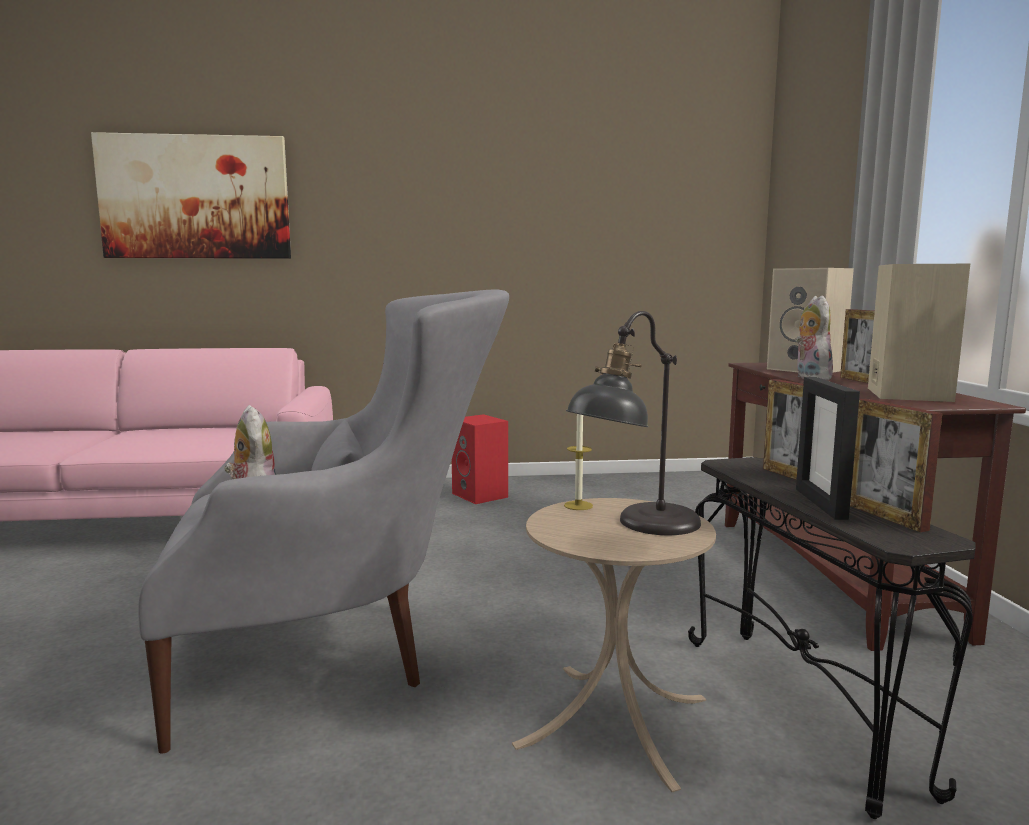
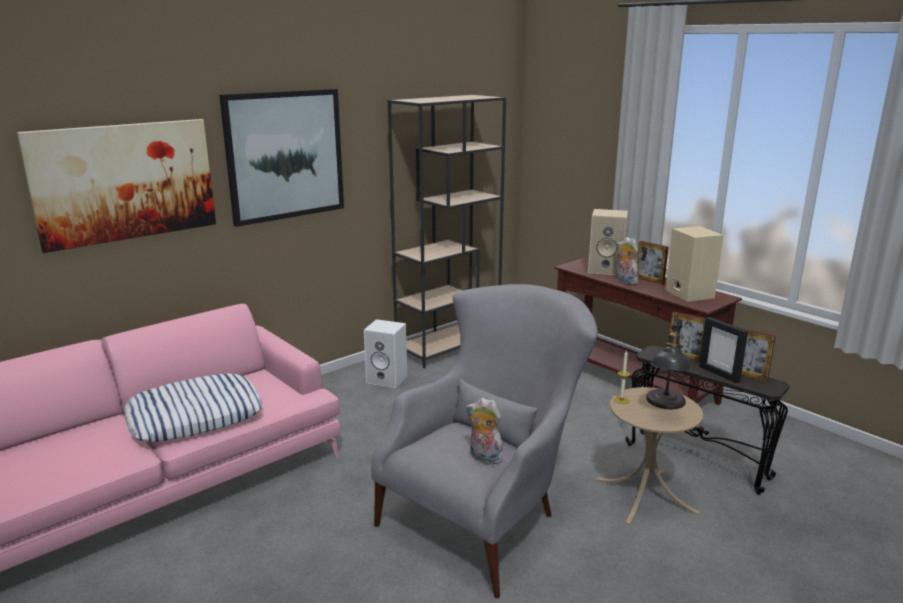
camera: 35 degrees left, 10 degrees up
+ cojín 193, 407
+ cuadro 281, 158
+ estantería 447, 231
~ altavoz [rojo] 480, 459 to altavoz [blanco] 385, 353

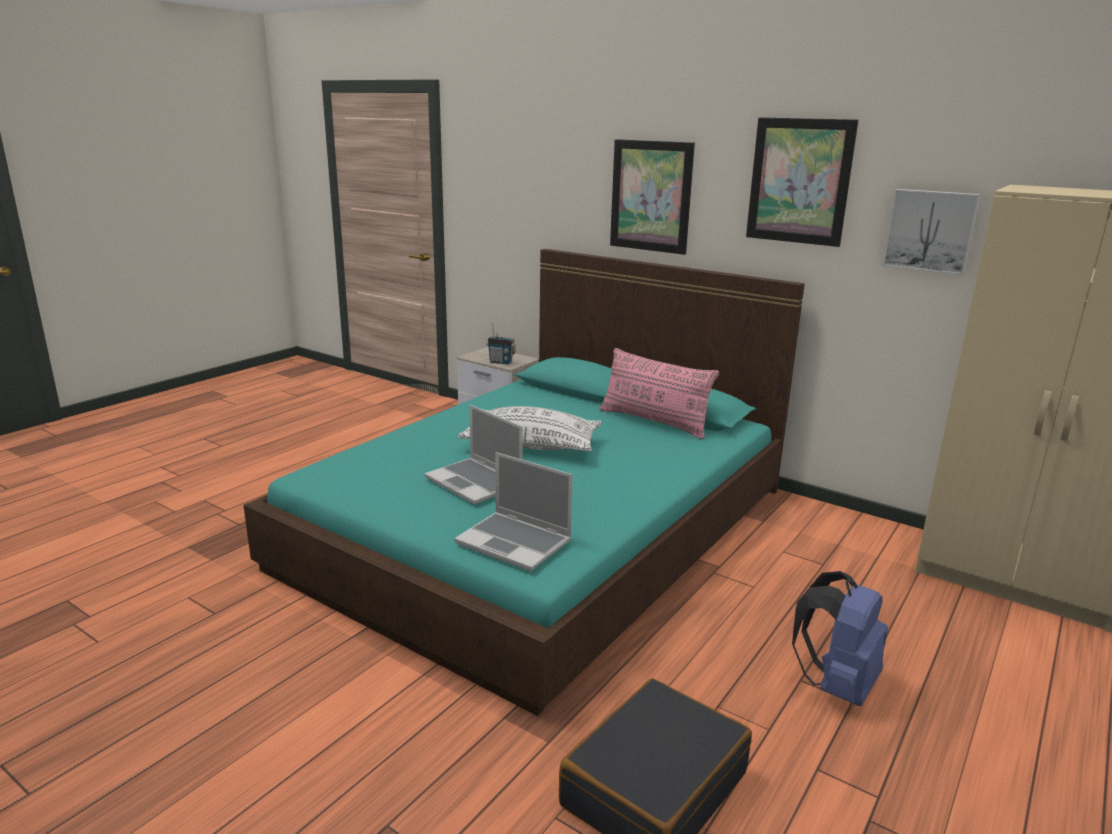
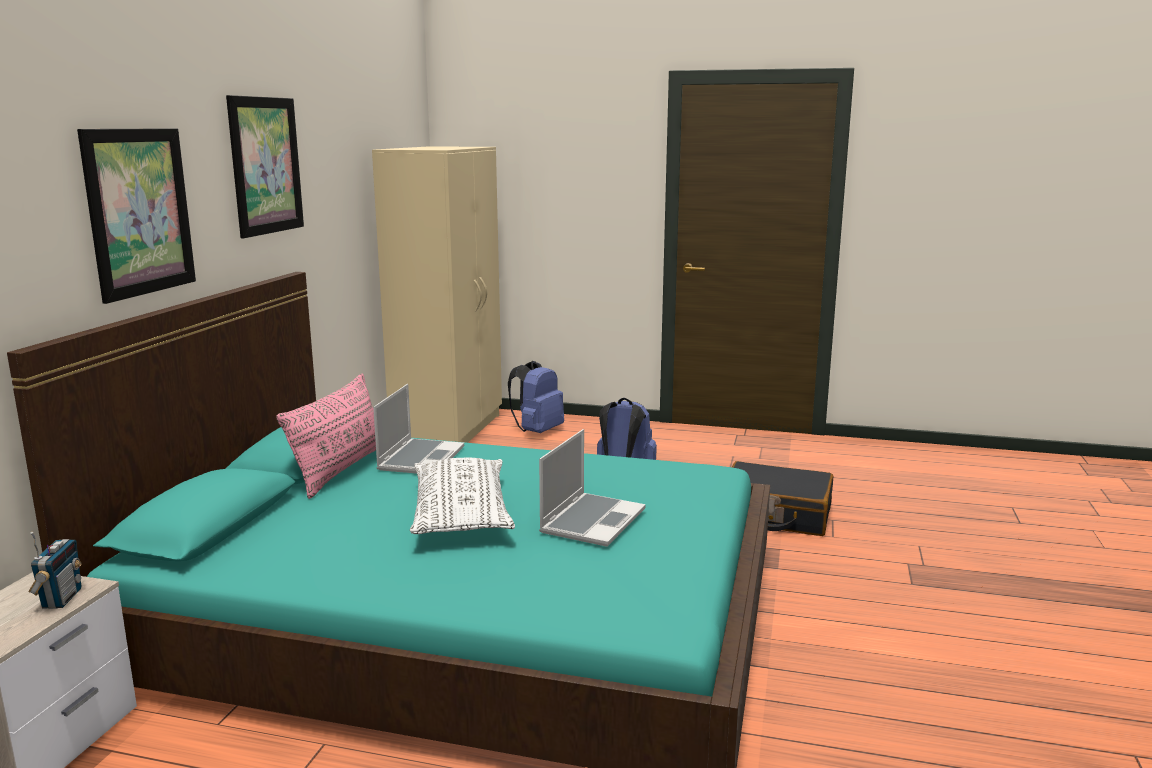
camera: 110 degrees left, 5 degrees down
- cuadro 931, 232
+ mochila [azul] 536, 397
~ portátil 513, 511 to 418, 429

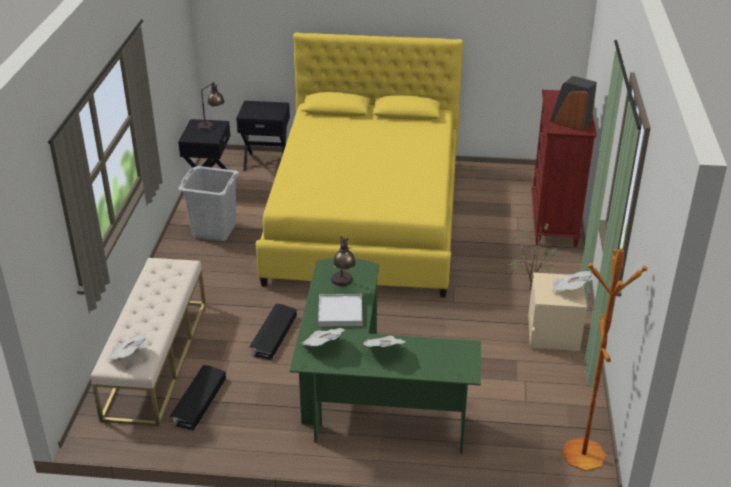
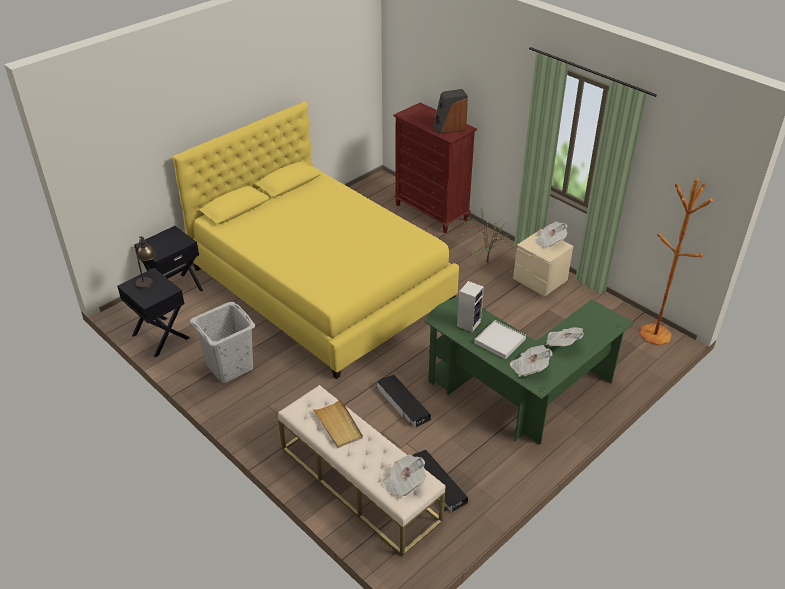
camera: 50 degrees left, 5 degrees up
+ bandeja [beis] 337, 423
~ lámpara de mesa 343, 261 to altavoz 470, 306

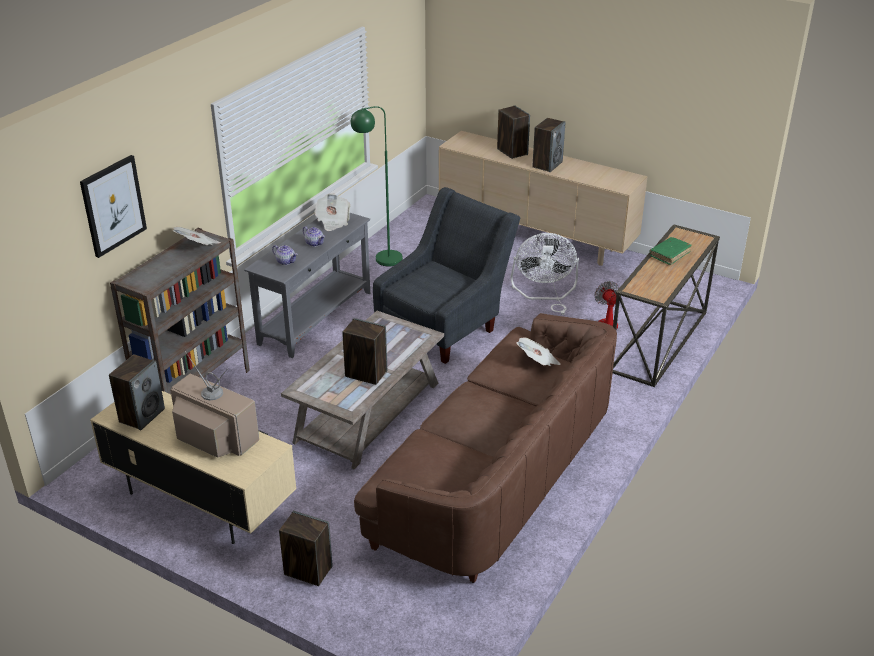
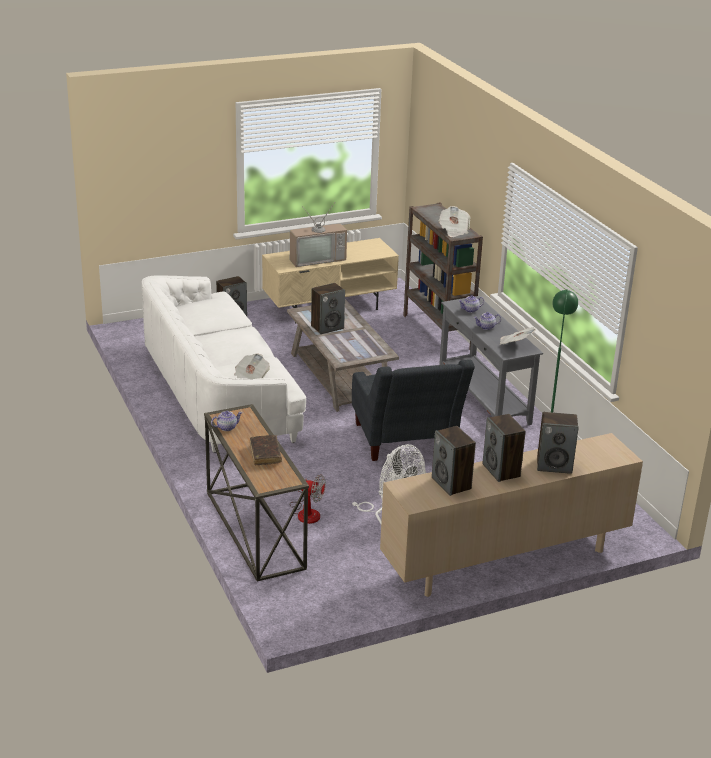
camera: 125 degrees right, 5 degrees down
- cuadro 113, 206
+ tetera 227, 421
~ altavoz 137, 392 to 454, 461
~ sofá [marrón] 485, 448 to sofá [blanco] 224, 364
~ libro [verde] 670, 251 to libro [marrón] 266, 450

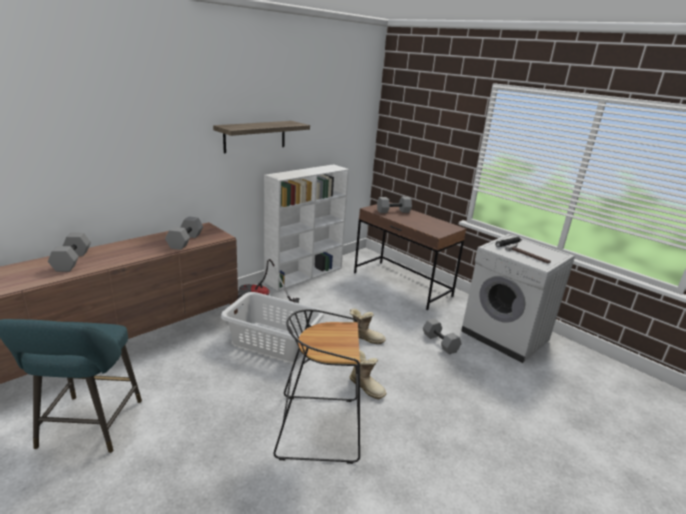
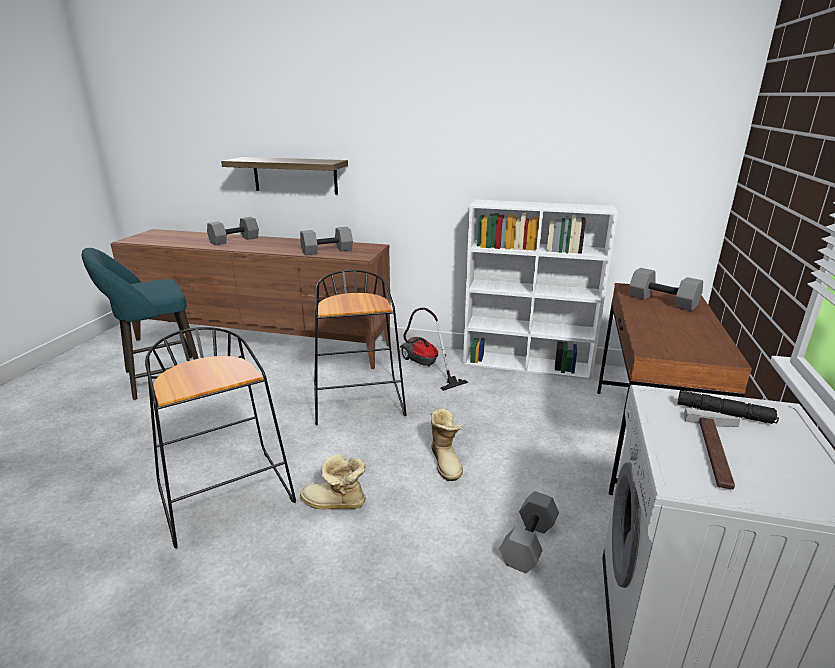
camera: 60 degrees right, 0 degrees up
~ estante 261, 137 to 284, 176
~ cesto de la ropa [gris] 272, 327 to taburete [negro] 360, 348
~ bota 368, 375 = 333, 481 90 degrees clockwise

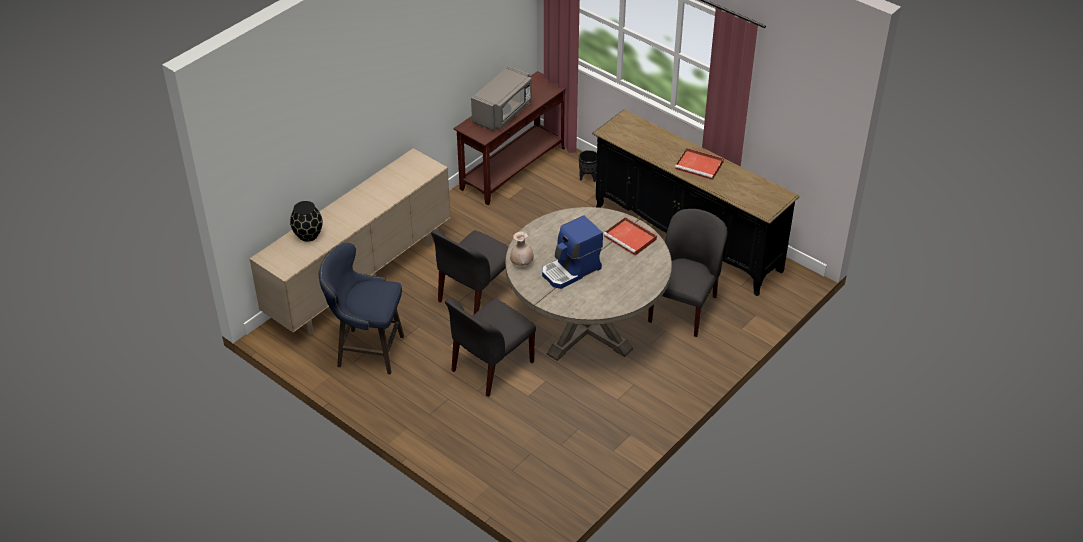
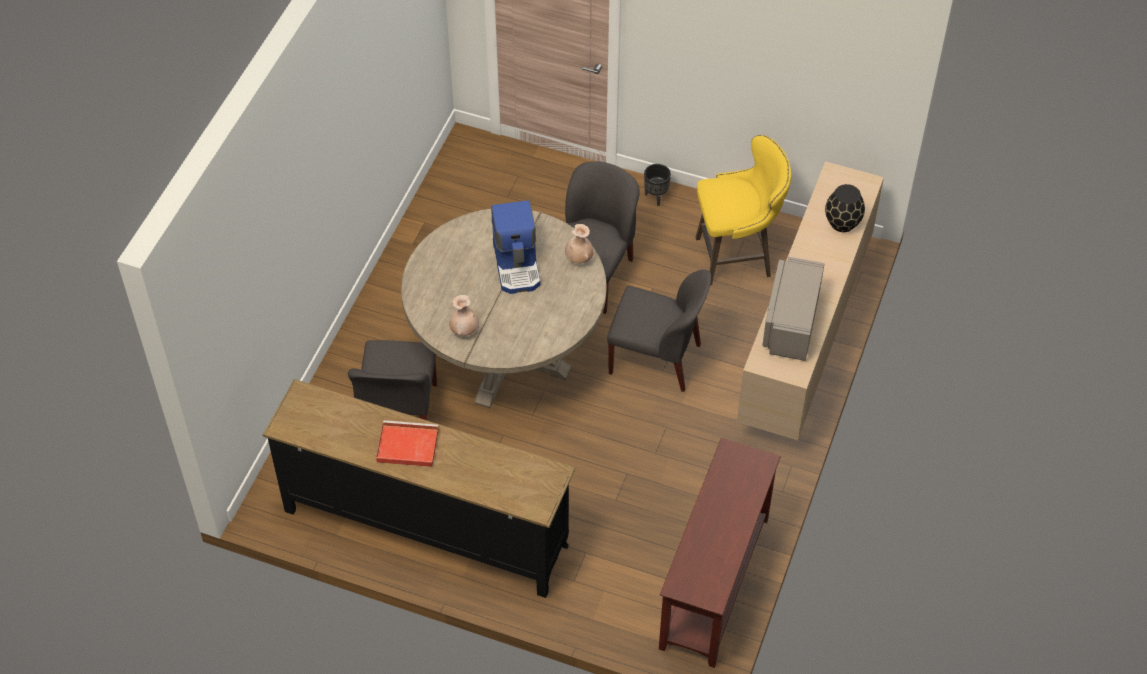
camera: 160 degrees right, 10 degrees up
~ microondas [gris] 501, 98 to 793, 309
~ maceta [negro] 588, 166 to 657, 185
~ bandeja [rojo] 630, 236 to florero [beis] 464, 315
~ taburete [azul] 361, 308 to taburete [amarillo] 744, 210
~ silla [gris] 471, 272 = 659, 330 90 degrees clockwise
~ cafetera 572, 252 = 515, 247 135 degrees clockwise

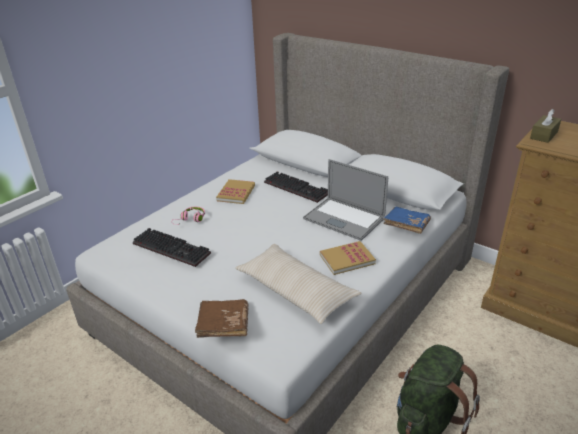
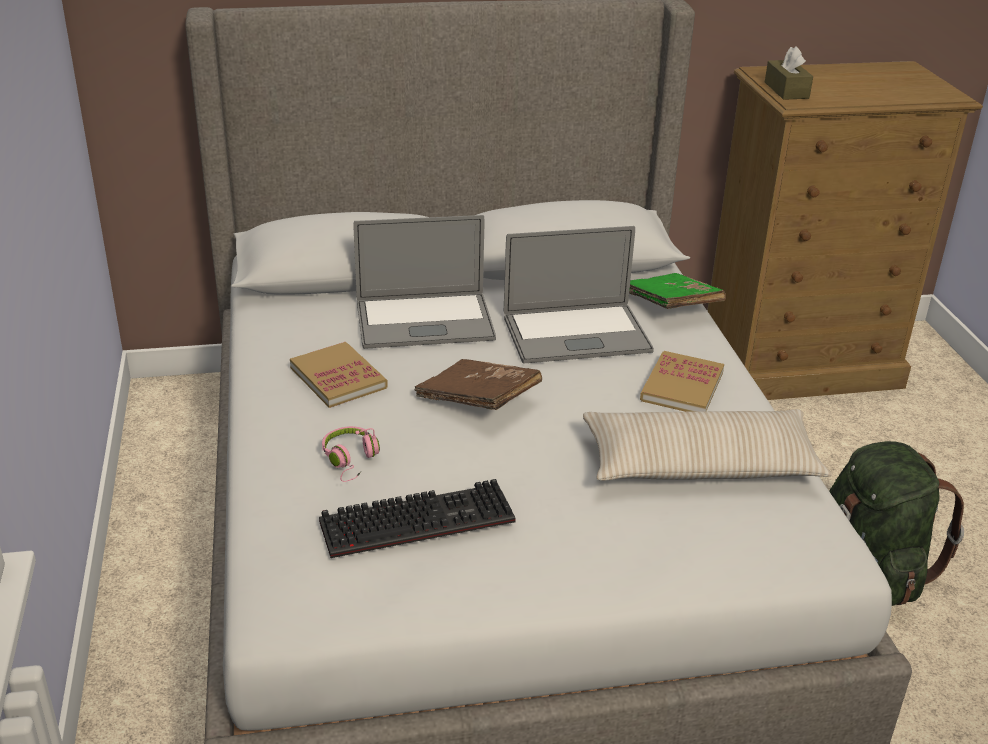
camera: 50 degrees left, 0 degrees up
~ libro [marrón] 222, 318 to 478, 384
~ teclado 296, 187 to portátil 424, 282
~ libro [azul] 407, 220 to libro [verde] 677, 291

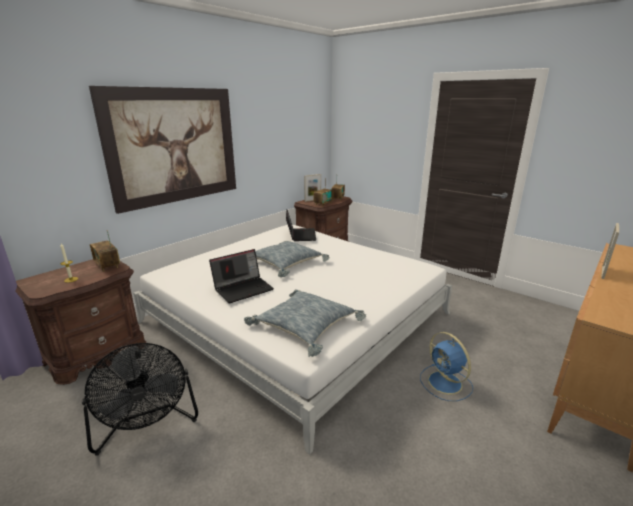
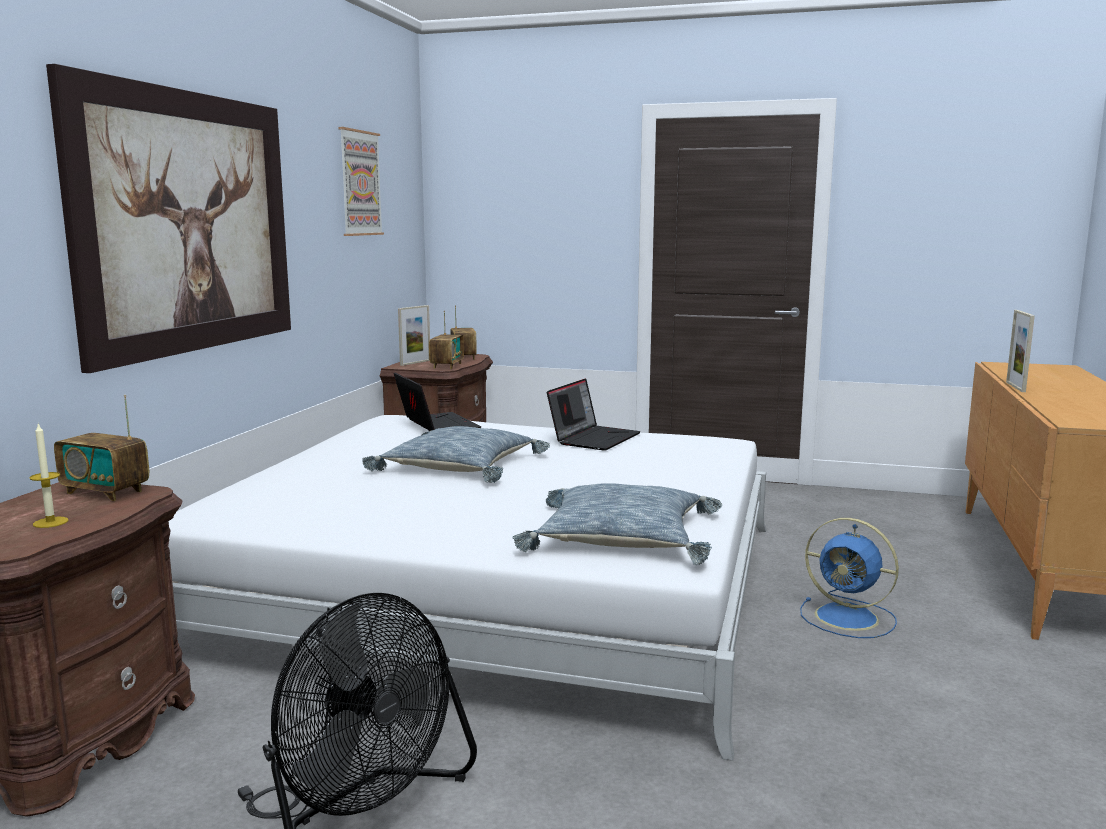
camera: 25 degrees left, 10 degrees down
+ cuadro 361, 181
~ portátil 241, 276 to 594, 414

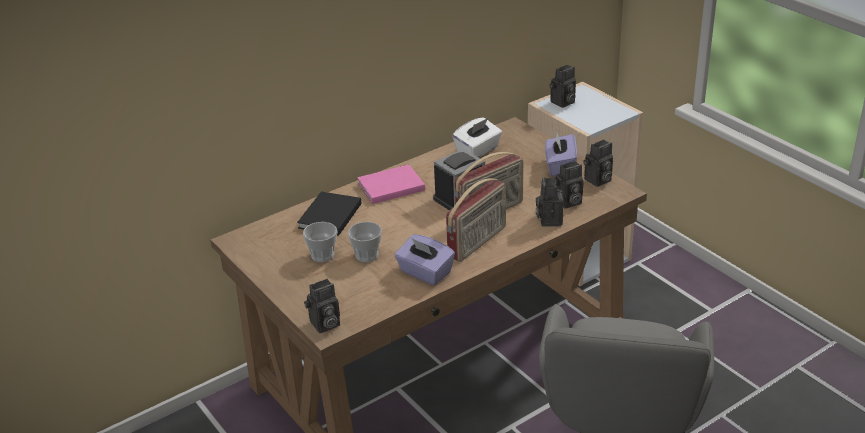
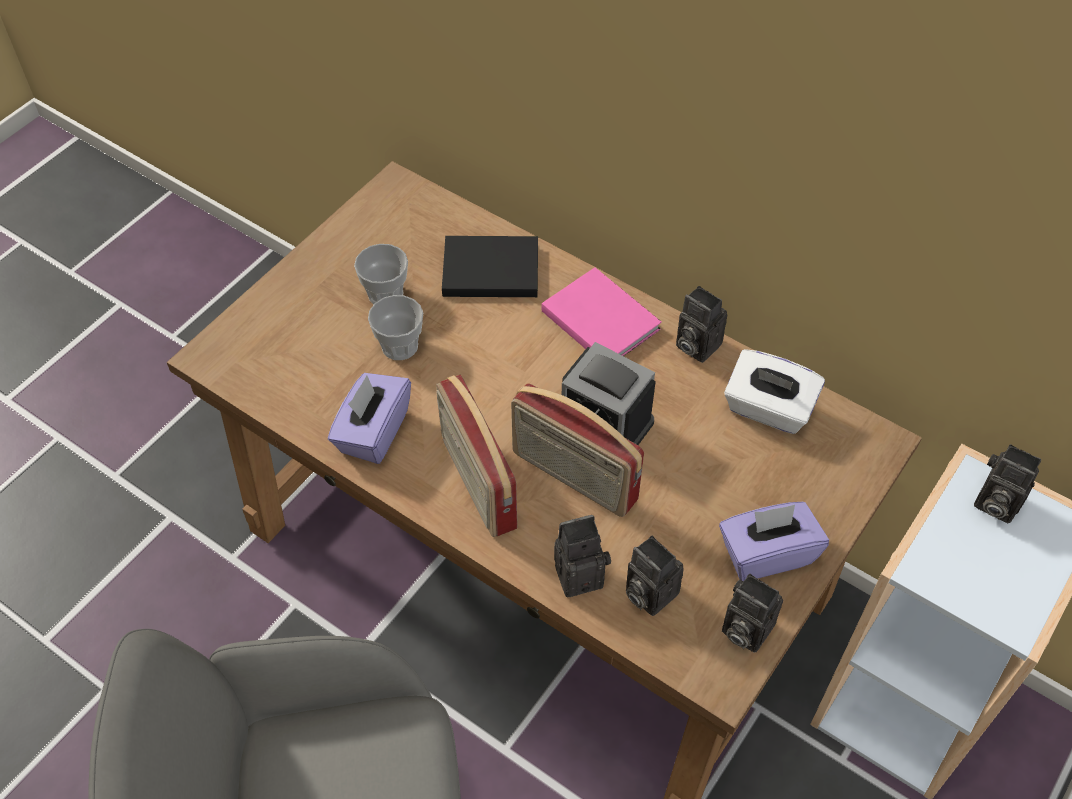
camera: 70 degrees right, 20 degrees up
~ cámara 322, 306 to 701, 324
~ radio 476, 220 = 476, 456 45 degrees clockwise

